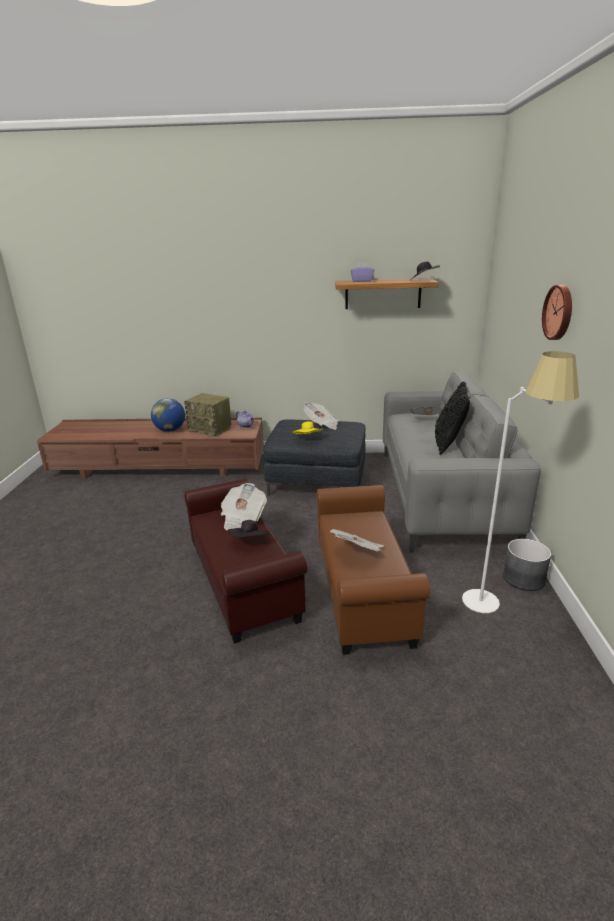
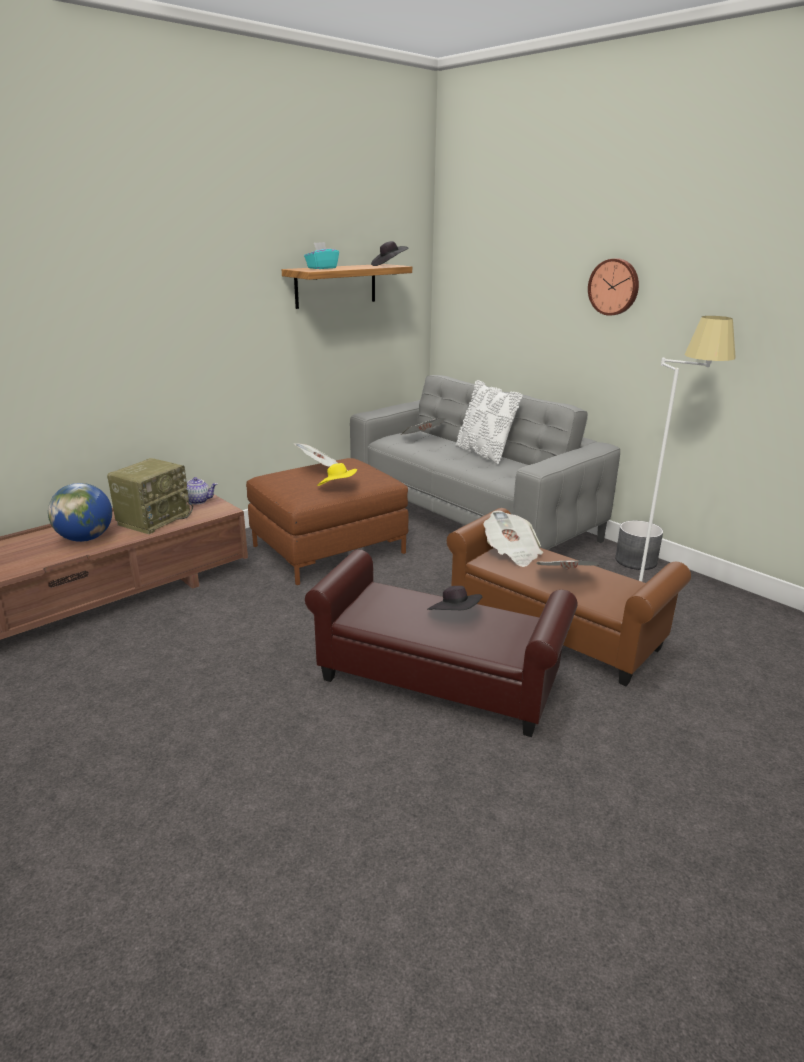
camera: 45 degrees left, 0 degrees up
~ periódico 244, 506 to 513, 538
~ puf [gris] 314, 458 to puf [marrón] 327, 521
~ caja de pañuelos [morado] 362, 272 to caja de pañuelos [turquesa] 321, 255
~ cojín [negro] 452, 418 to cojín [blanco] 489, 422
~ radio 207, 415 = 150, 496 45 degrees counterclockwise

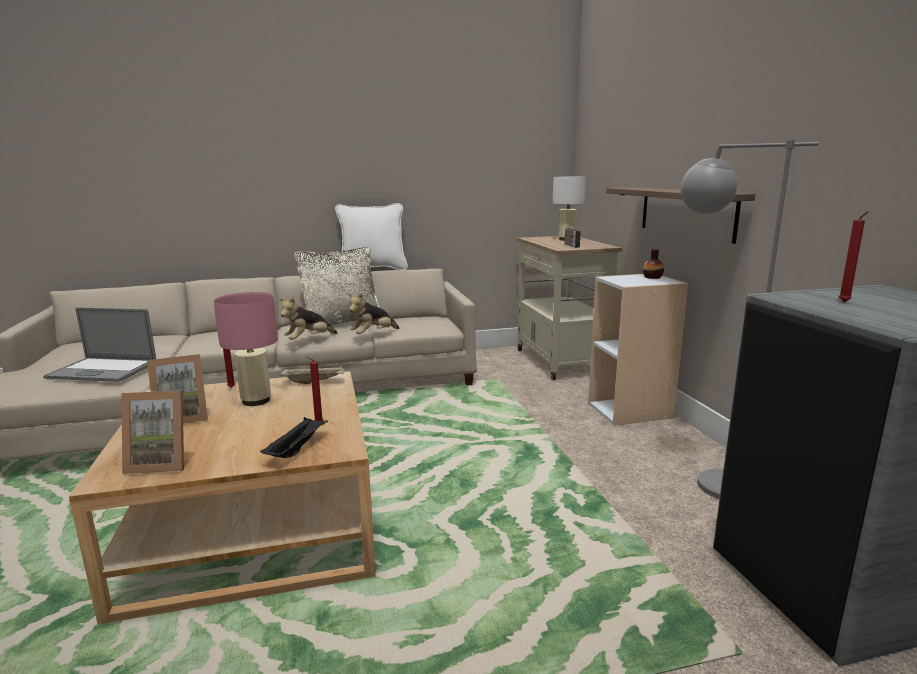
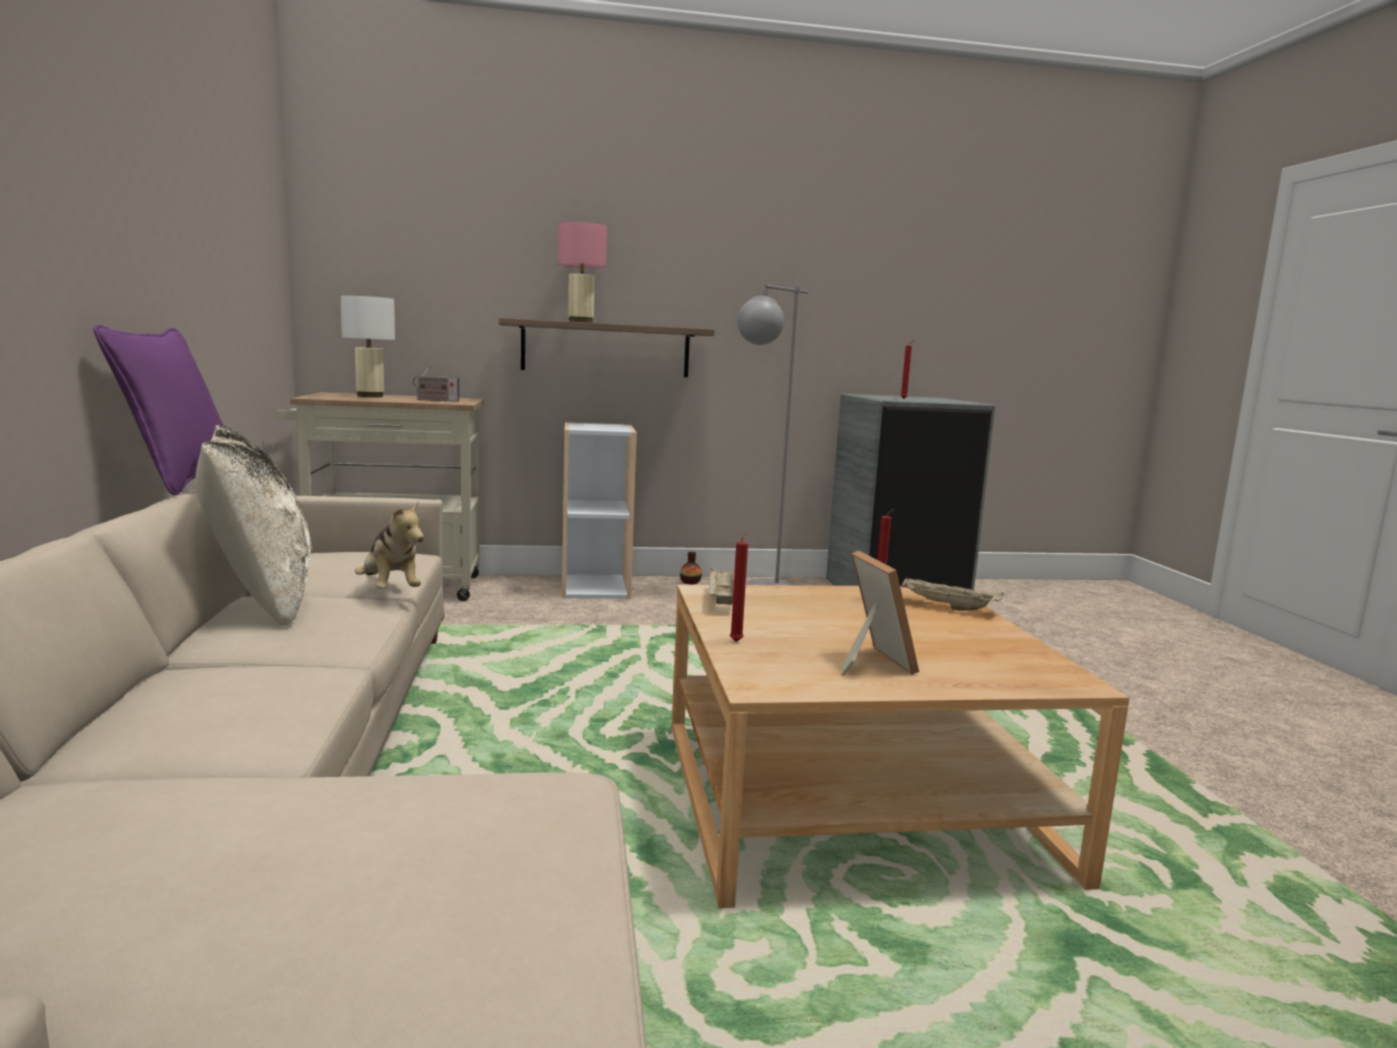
camera: 85 degrees left, 5 degrees down
- portátil 99, 344
- portarretratos 152, 432
- peluche 308, 318
~ lámpara de mesa [rosa] 246, 349 to 582, 272
~ florero 653, 264 to 691, 568
~ bandeja [negro] 294, 437 to bandeja [beis] 953, 594
~ cojín [blanco] 371, 236 to cojín [morado] 158, 409

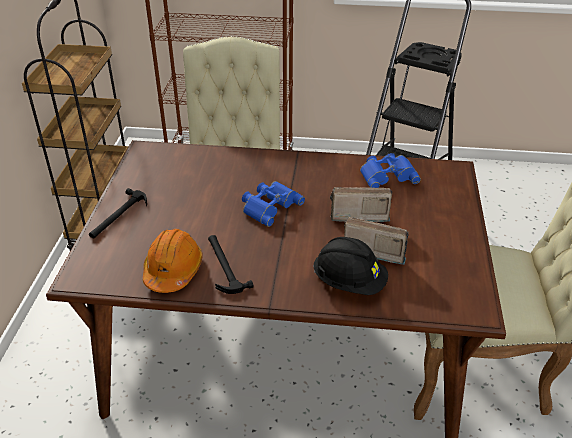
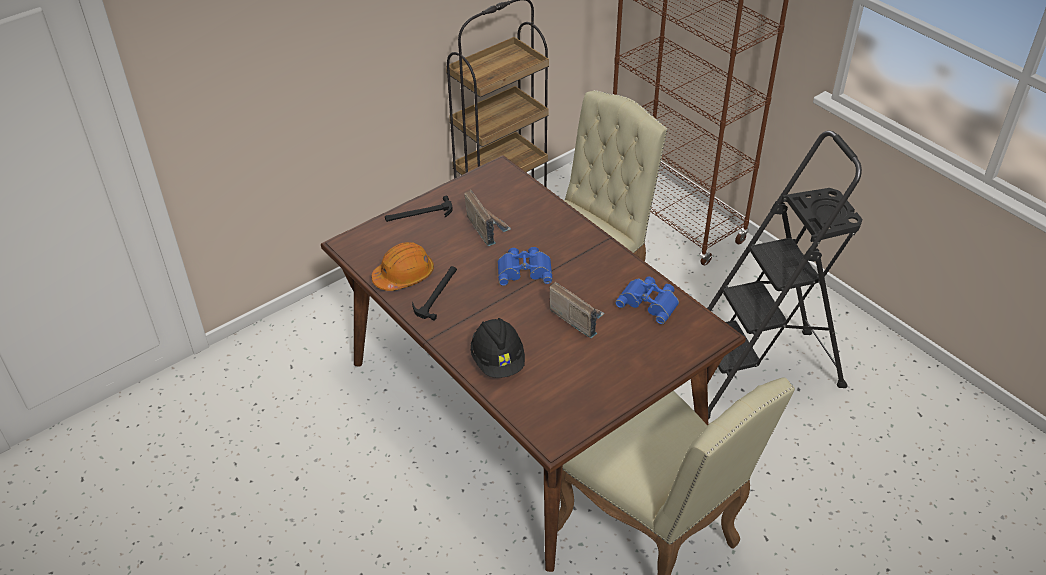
camera: 45 degrees right, 5 degrees up
~ radio 376, 241 to 487, 218

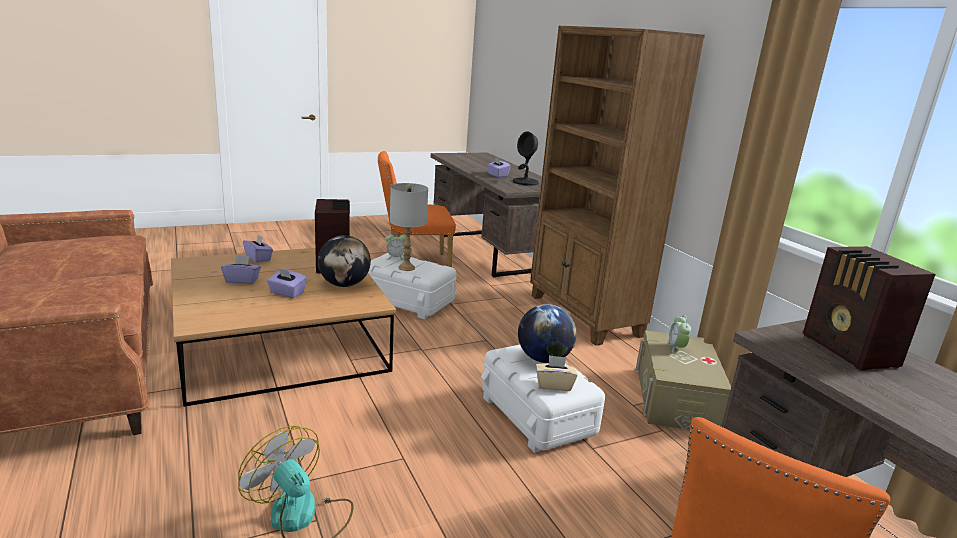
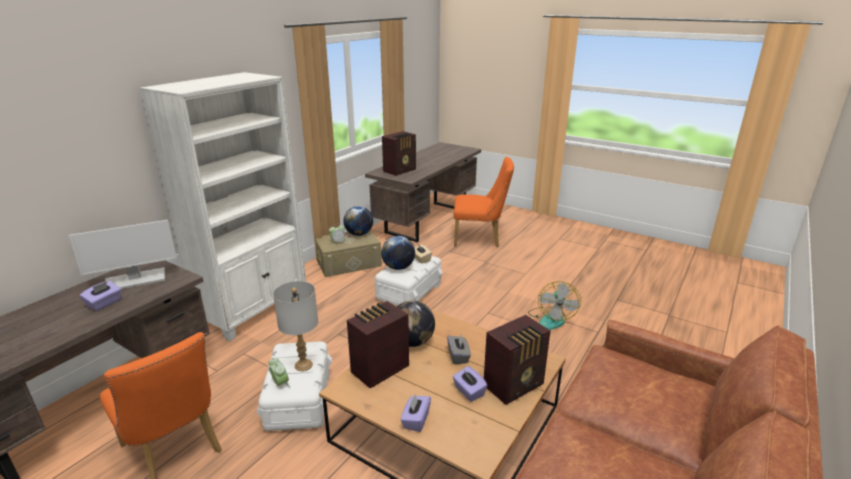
camera: 120 degrees left, 5 degrees up
+ globo terráqueo 358, 221
+ radio 517, 360
~ lámpara de mesa [negro] 526, 158 to monitor 123, 254
~ caja de pañuelos [morado] 287, 283 to caja de pañuelos [gris] 459, 349
~ estantería [marrón] 617, 186 to estantería [blanco] 223, 207

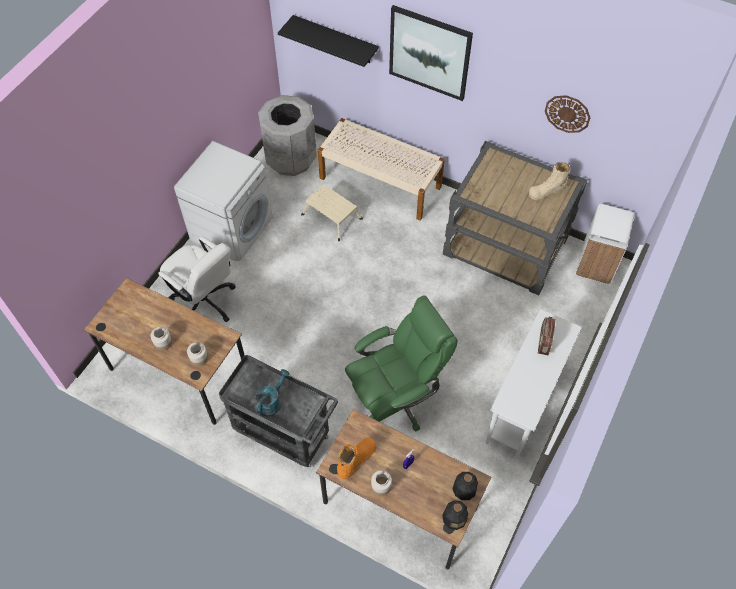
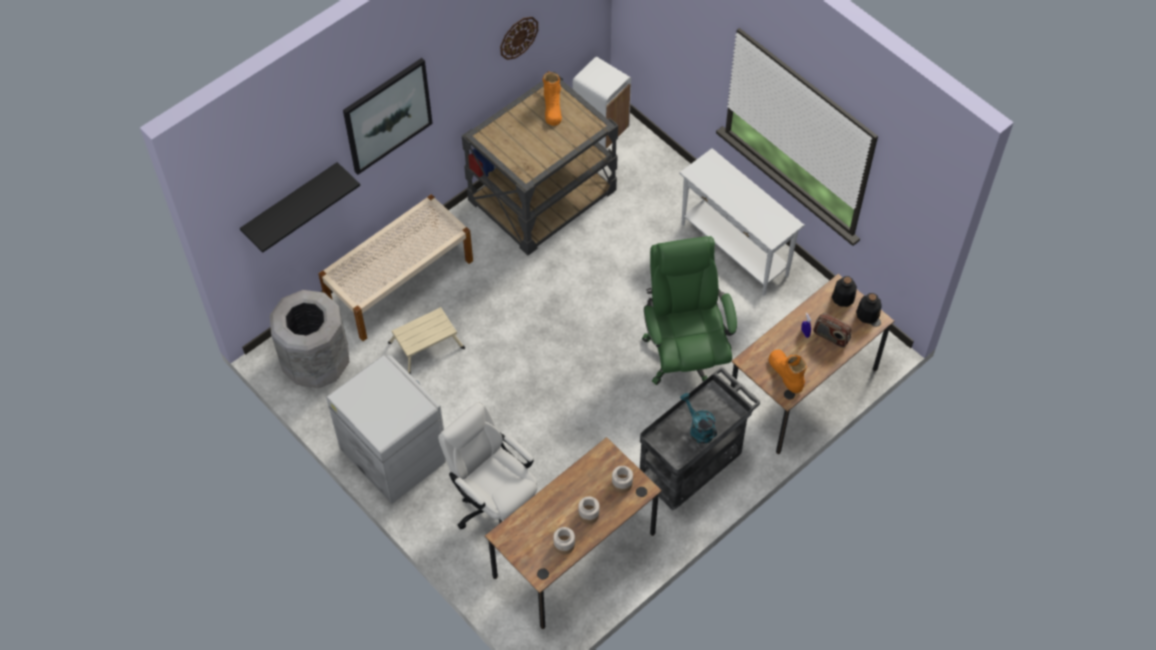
camera: 70 degrees left, 0 degrees up
~ tarro 381, 483 to 564, 540
~ radio 547, 336 to 832, 330
~ bota [beis] 549, 181 to bota [naranja] 552, 98
~ silla de oficina [blanco] 197, 279 = 488, 465 105 degrees counterclockwise

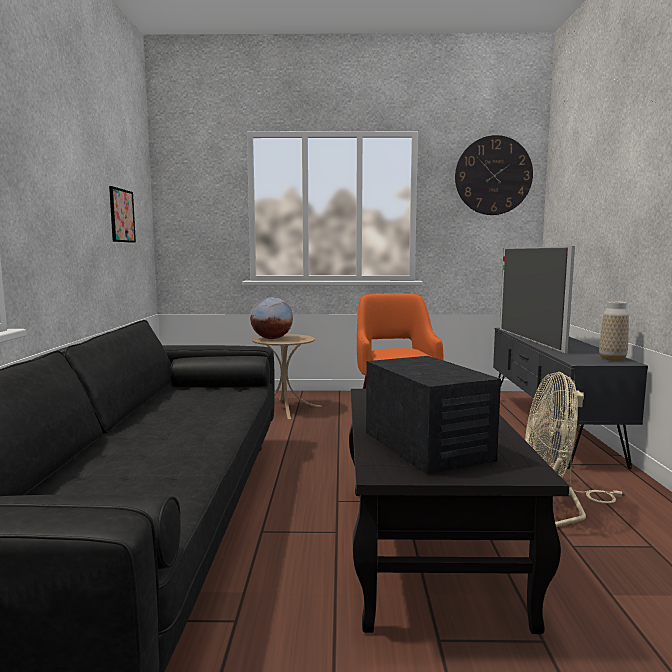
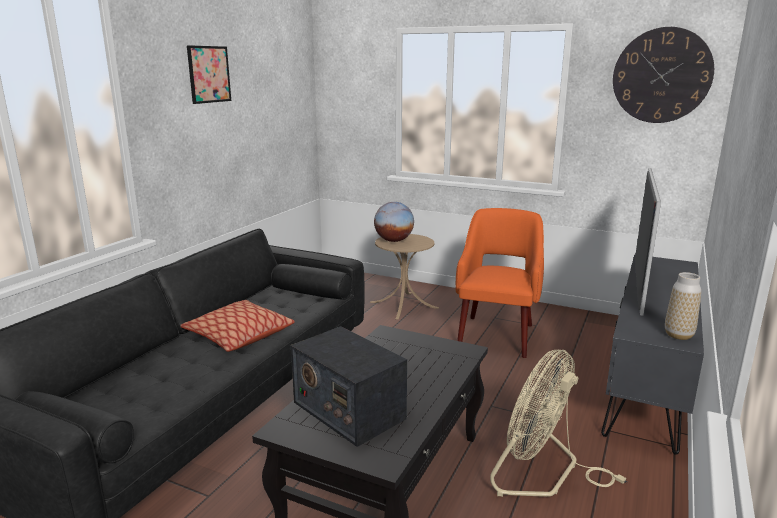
camera: 25 degrees right, 10 degrees up
+ cojín 237, 326
~ cuadro 122, 214 to 209, 74
~ radio 433, 415 = 349, 386 135 degrees clockwise

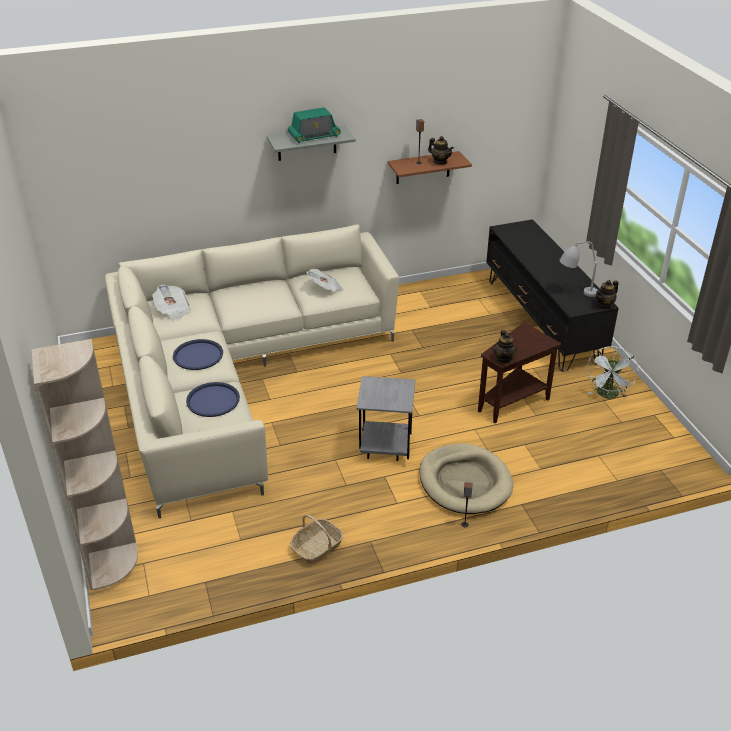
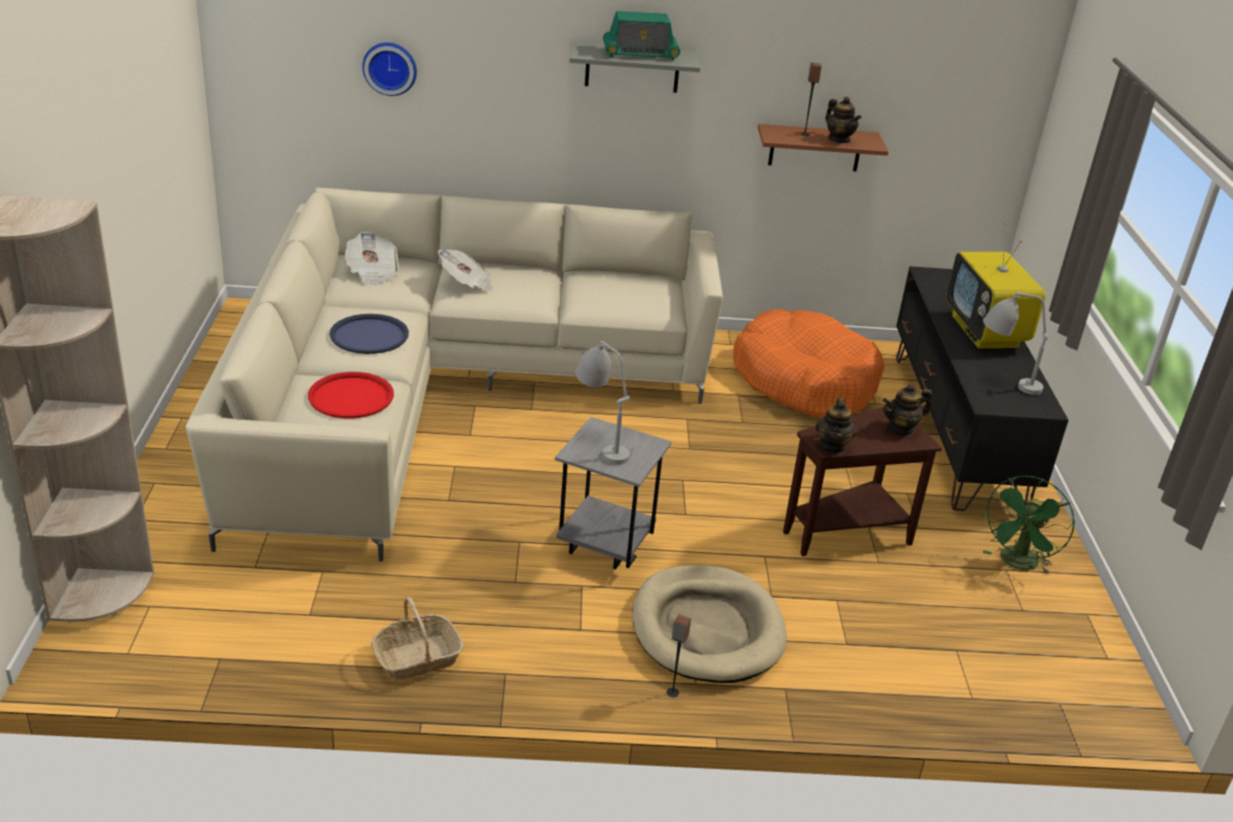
camera: 15 degrees right, 5 degrees down
+ reloj de pared 389, 69
+ lámpara de mesa [gris] 602, 403
+ cama para perro [naranja] 809, 363
+ televisor 996, 285
~ periódico 325, 280 to 465, 270
~ tetera 607, 294 to 907, 410
~ bandeja [azul] 213, 399 to bandeja [rojo] 351, 395
~ ventilador [blanco] 612, 372 to ventilador [verde] 1028, 525

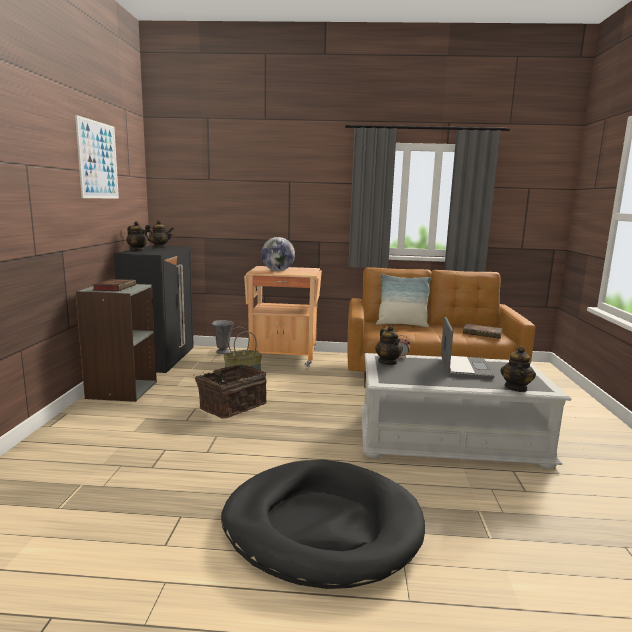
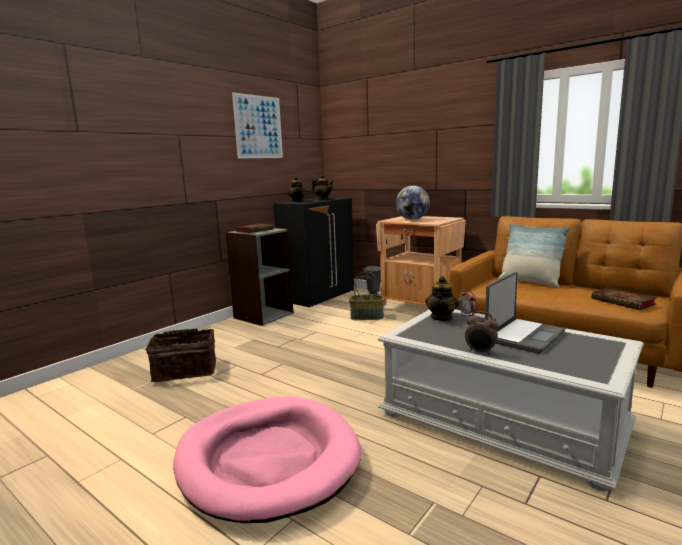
camera: 35 degrees right, 0 degrees up
- tetera 518, 369
+ despertador 481, 333
~ cesta 230, 391 to 181, 355
~ cama para perro [negro] 323, 524 to cama para perro [rosa] 267, 459

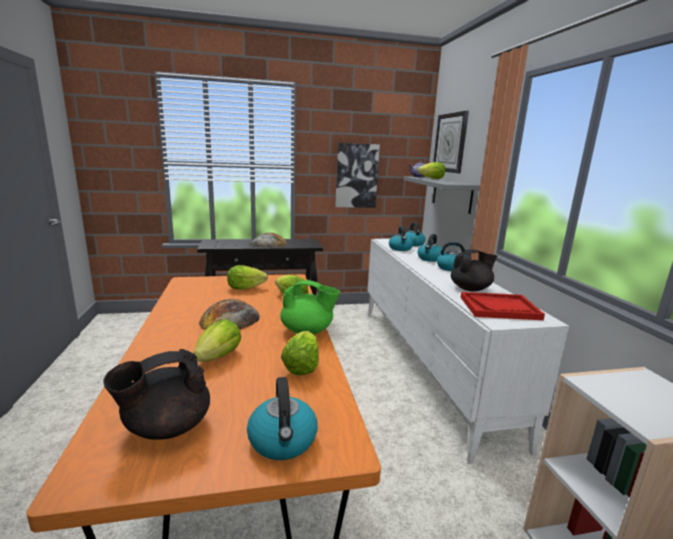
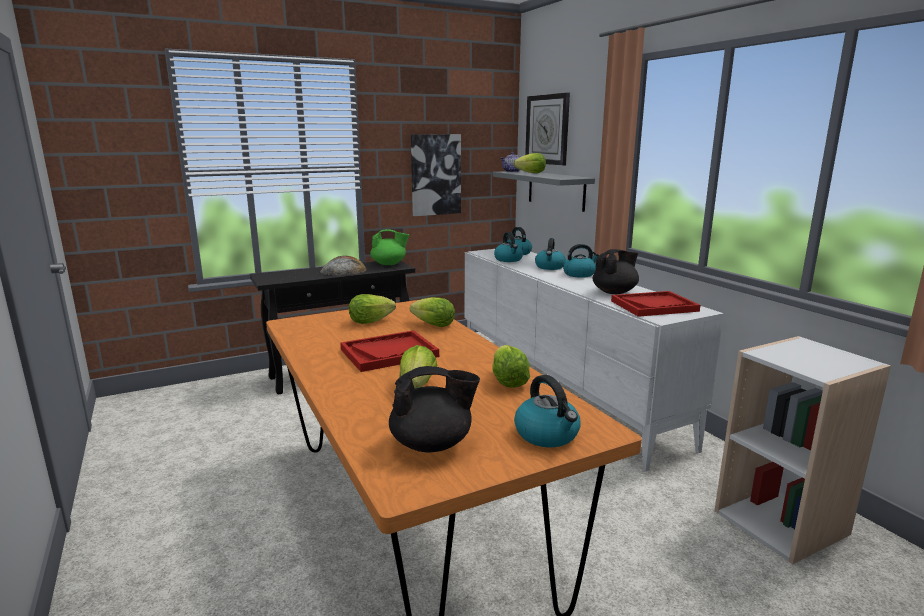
camera: 15 degrees left, 0 degrees up
~ tetera [verde] 310, 307 to 389, 247
~ pan 229, 314 to bandeja [rojo] 389, 351
~ tetera [negro] 156, 394 = 434, 409 135 degrees counterclockwise

